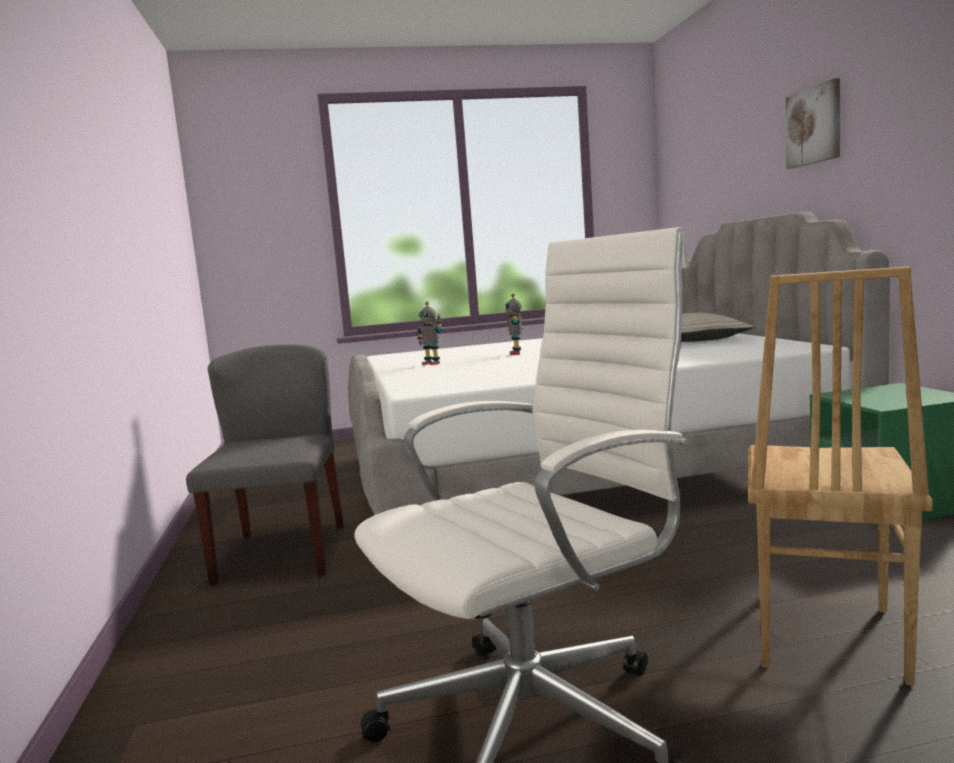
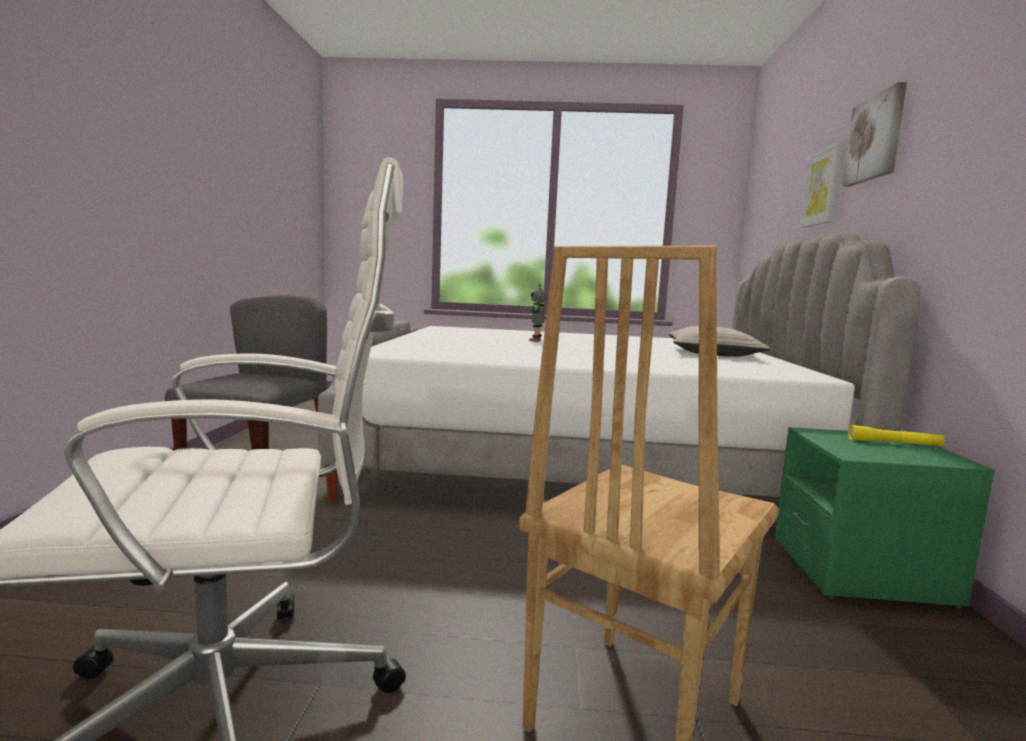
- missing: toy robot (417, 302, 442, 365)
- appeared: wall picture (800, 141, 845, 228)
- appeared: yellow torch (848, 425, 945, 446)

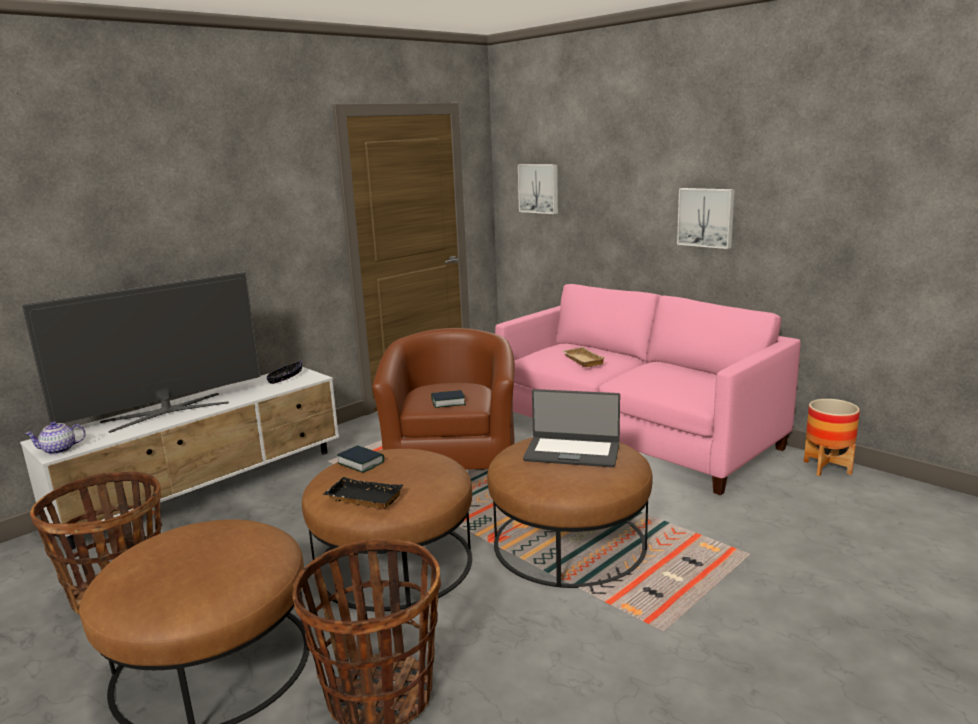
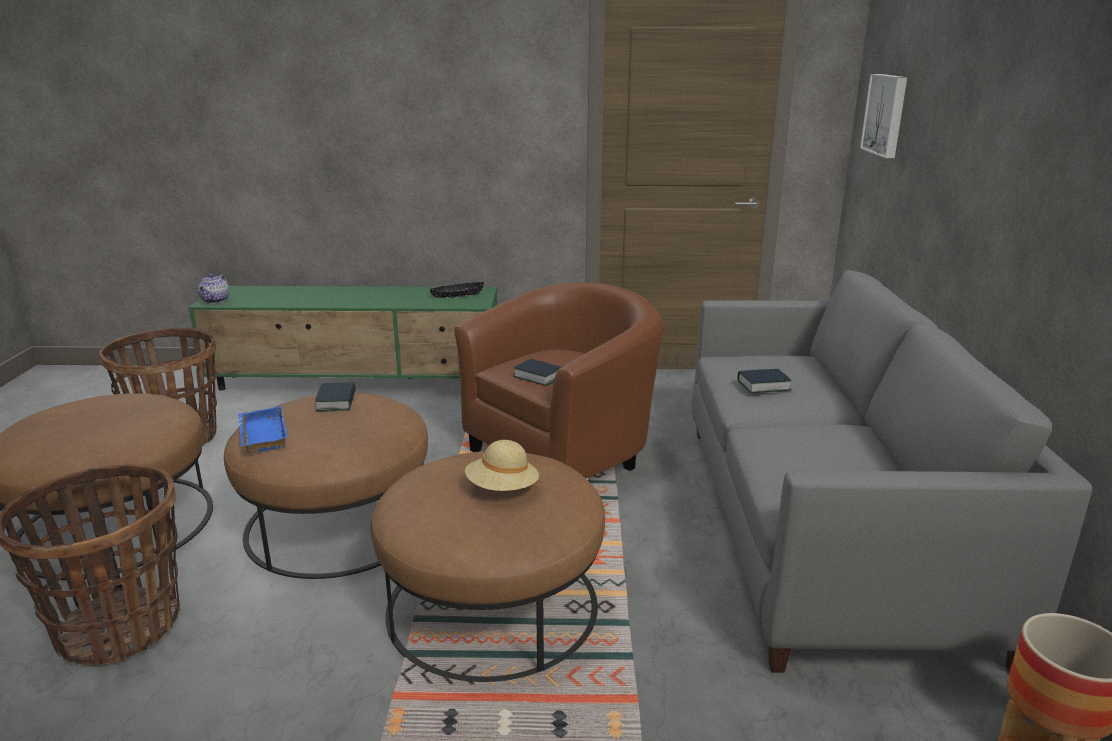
- missing: wall picture (677, 188, 735, 249)
- missing: TV set (22, 272, 260, 433)
- colour: pink-coloured sofa (495, 284, 801, 495) to greyish sofa (692, 270, 1092, 673)
- exchanged: sand-coloured tray (562, 347, 606, 367) to book (737, 369, 792, 393)
- colour: white tv unit (20, 367, 339, 550) to greenish tv unit (188, 286, 497, 391)
- exchanged: laptop (523, 389, 620, 467) to sand-coloured hat (465, 440, 539, 491)
- spun: tea pot (25, 421, 86, 455) = (198, 274, 229, 304) 105 degrees counterclockwise
- colour: blackish tray (323, 477, 403, 509) to blue-coloured tray (238, 406, 288, 453)

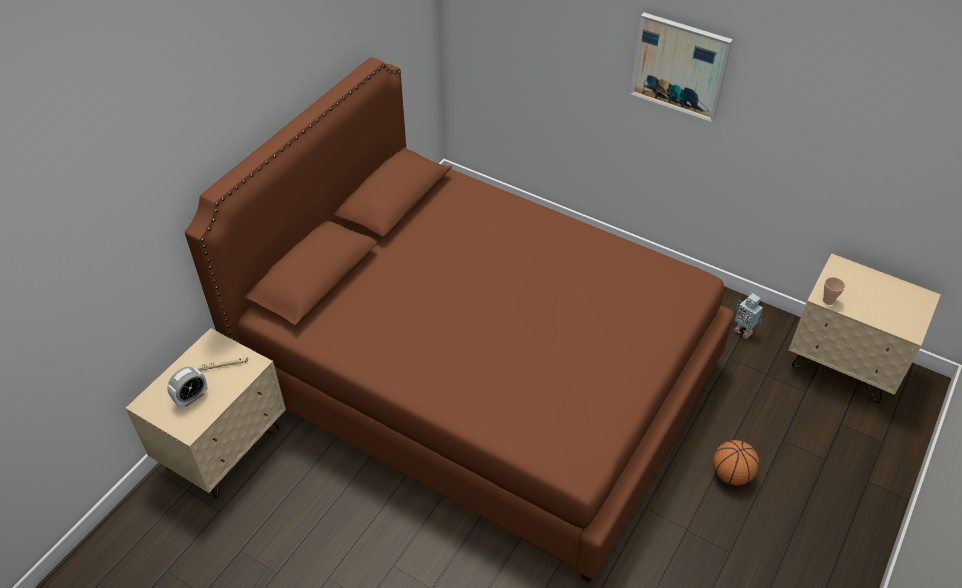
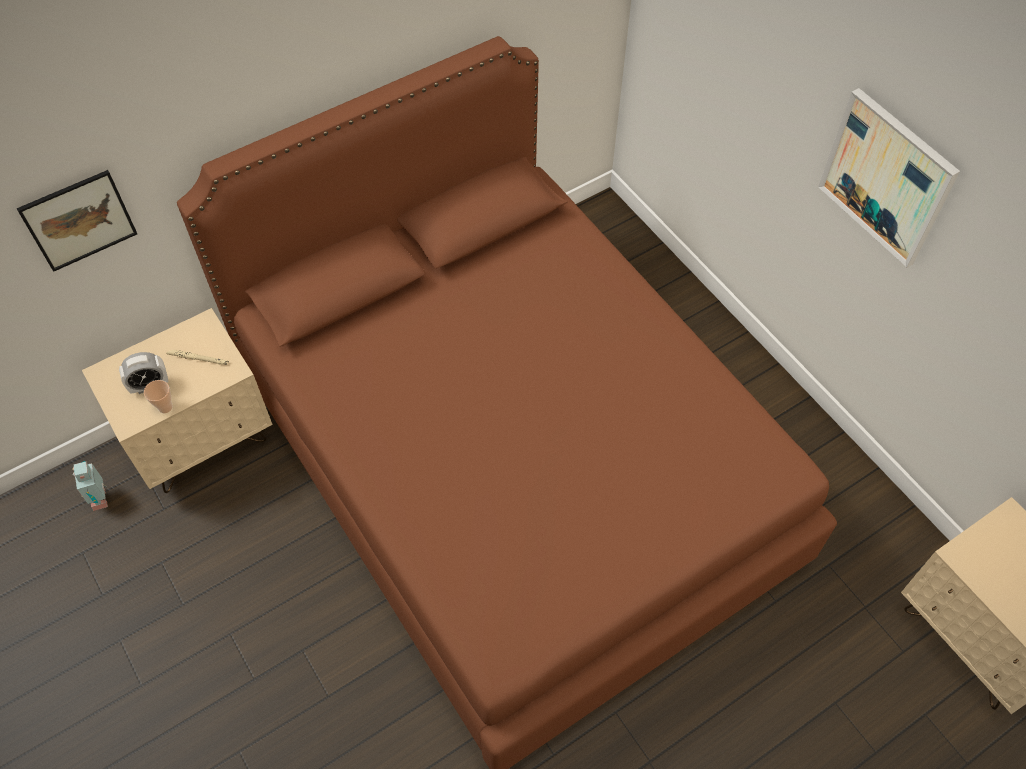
- relocated: cup (823, 277, 845, 305) to (144, 380, 173, 413)
- relocated: toy robot (733, 293, 763, 339) to (72, 461, 108, 511)
- missing: ball for basketball (713, 440, 759, 486)
- appeared: wall picture (17, 170, 137, 272)

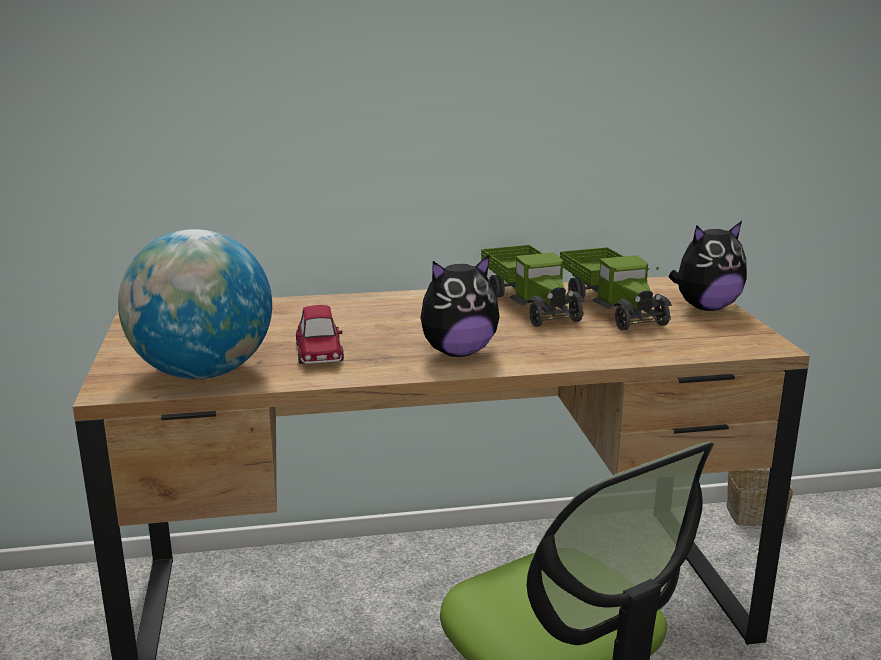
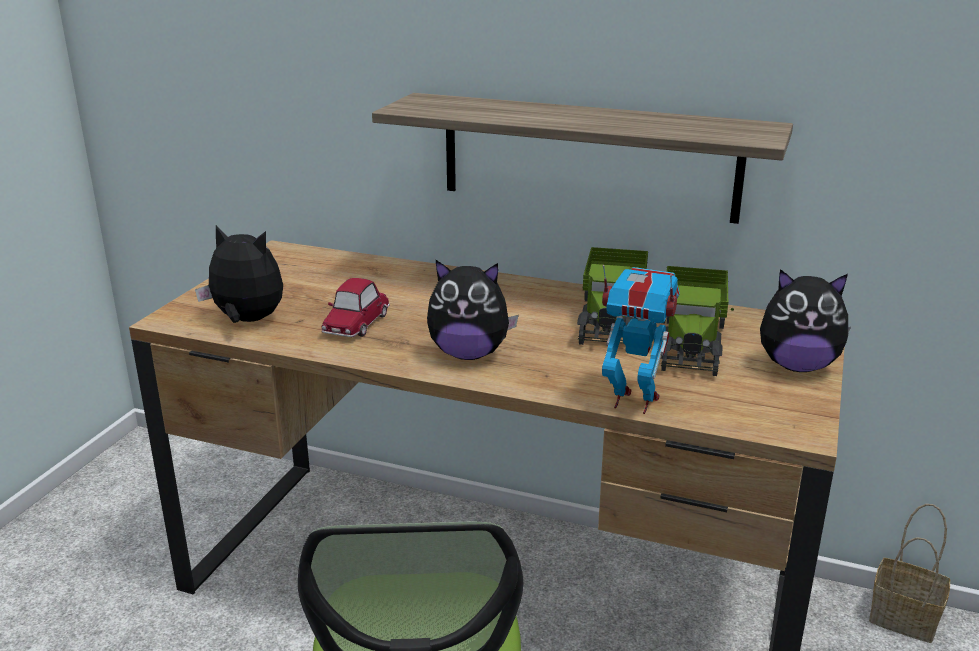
- exchanged: globe (118, 229, 272, 379) to soft toy (195, 225, 283, 323)
- appeared: wall shelf (372, 93, 793, 224)
- appeared: toy robot (602, 265, 680, 414)

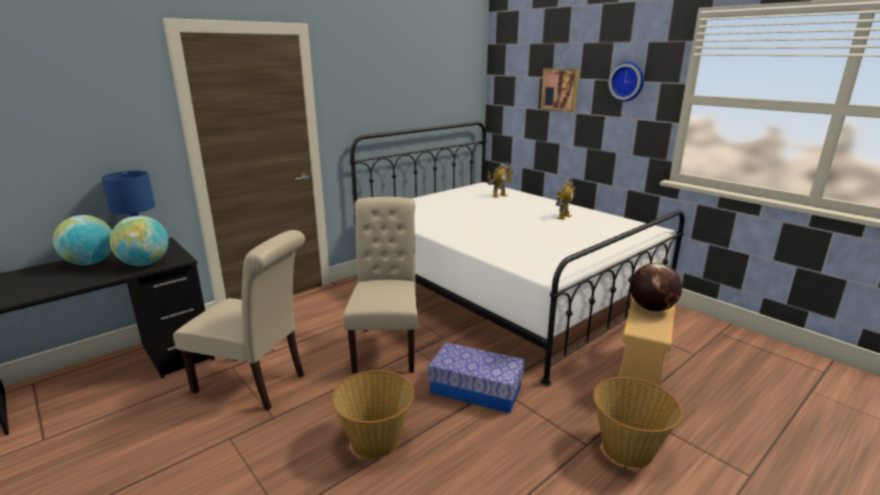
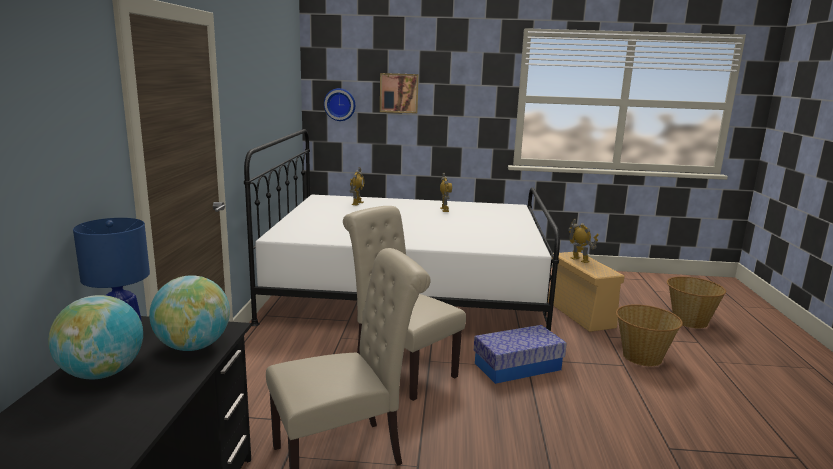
- relocated: hanging clock (609, 62, 644, 102) to (324, 88, 355, 121)
- exchanged: globe (630, 263, 682, 311) to toy robot (568, 218, 599, 263)
- relocated: storage basket (331, 370, 414, 459) to (667, 276, 726, 328)

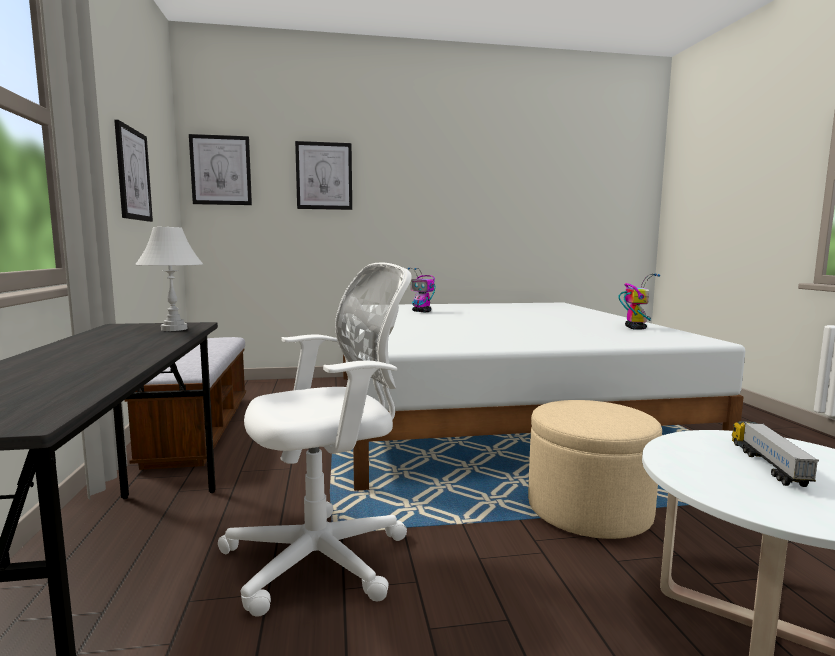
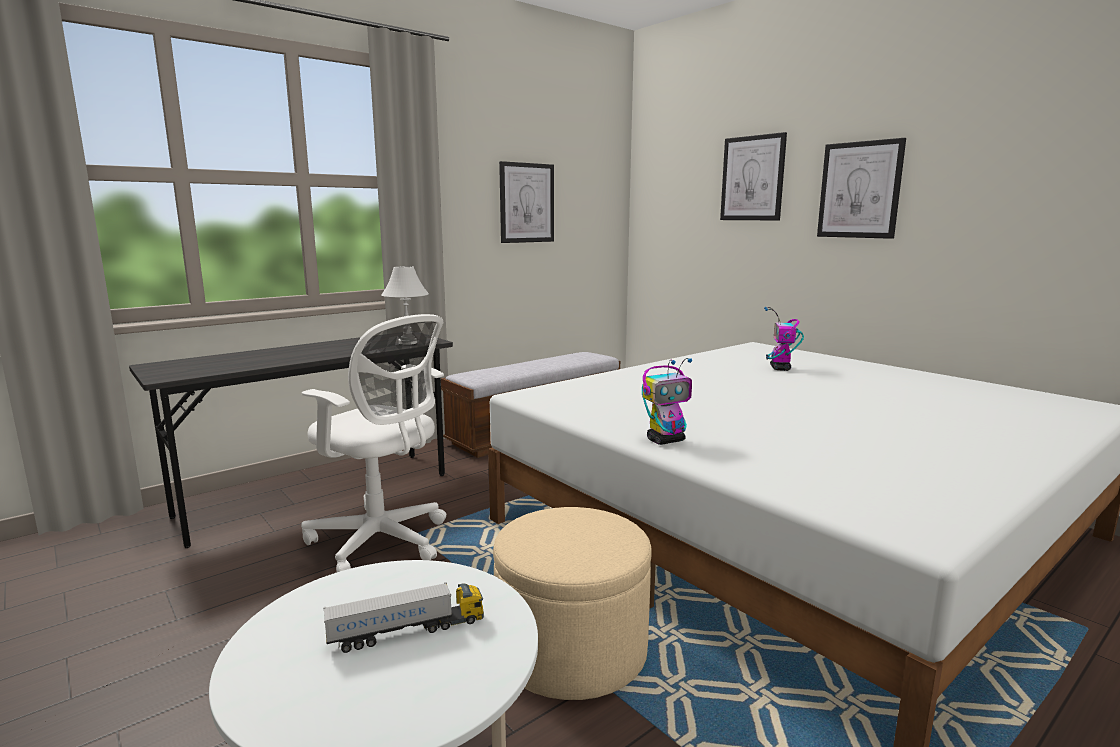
- relocated: wall picture (189, 134, 252, 205) to (817, 138, 906, 239)
- relocated: toy robot (618, 273, 660, 330) to (642, 358, 692, 445)

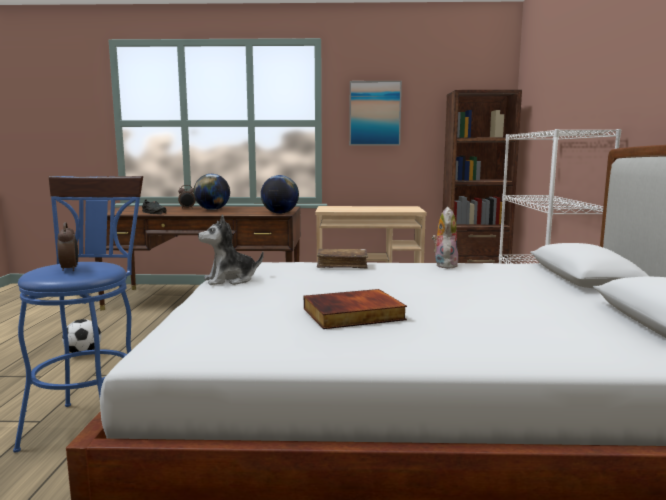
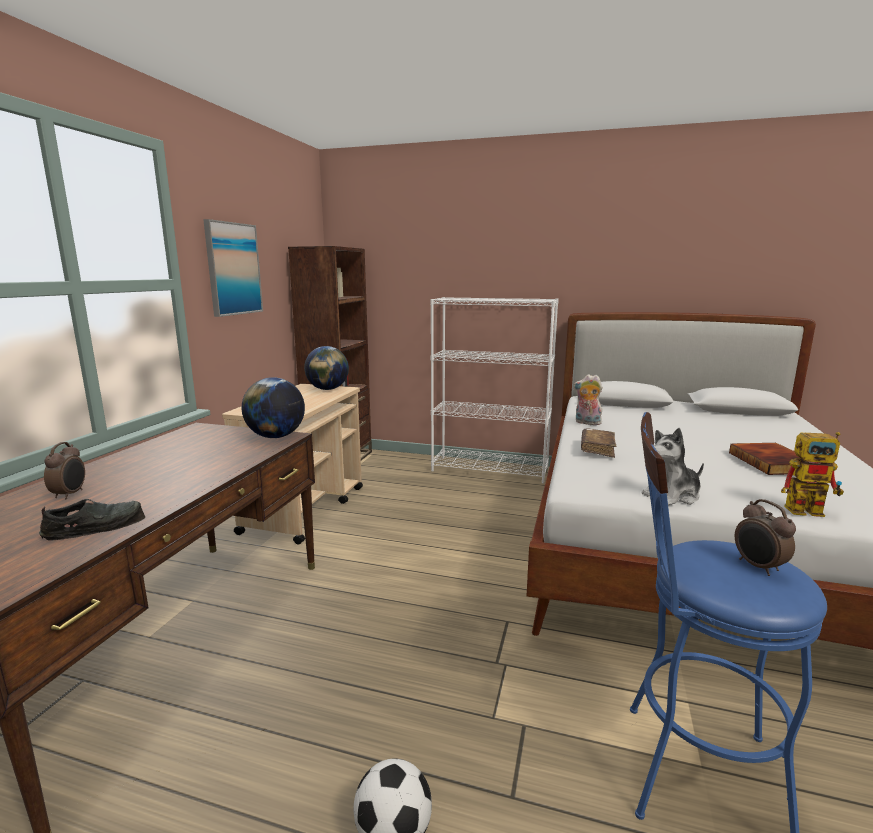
- relocated: globe (193, 174, 230, 210) to (304, 346, 349, 390)
- spun: soft toy (198, 215, 264, 285) = (642, 428, 704, 506) 75 degrees clockwise
- spun: bedside clock (57, 222, 78, 271) = (735, 499, 796, 576) 105 degrees counterclockwise
- appeared: toy robot (781, 432, 844, 517)

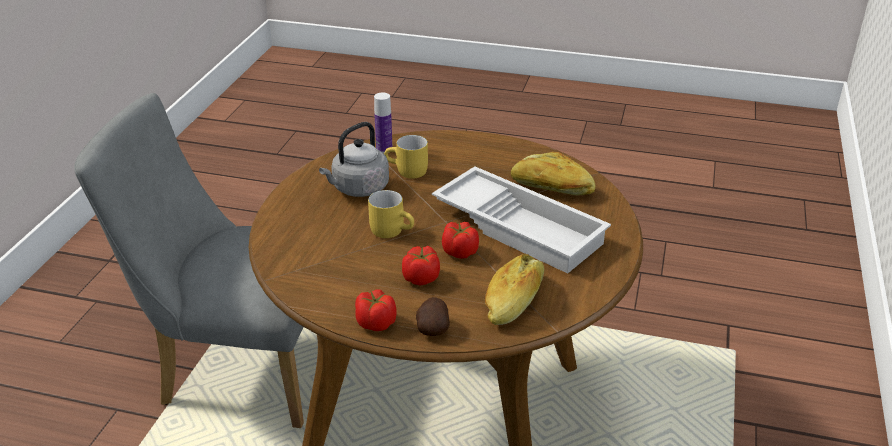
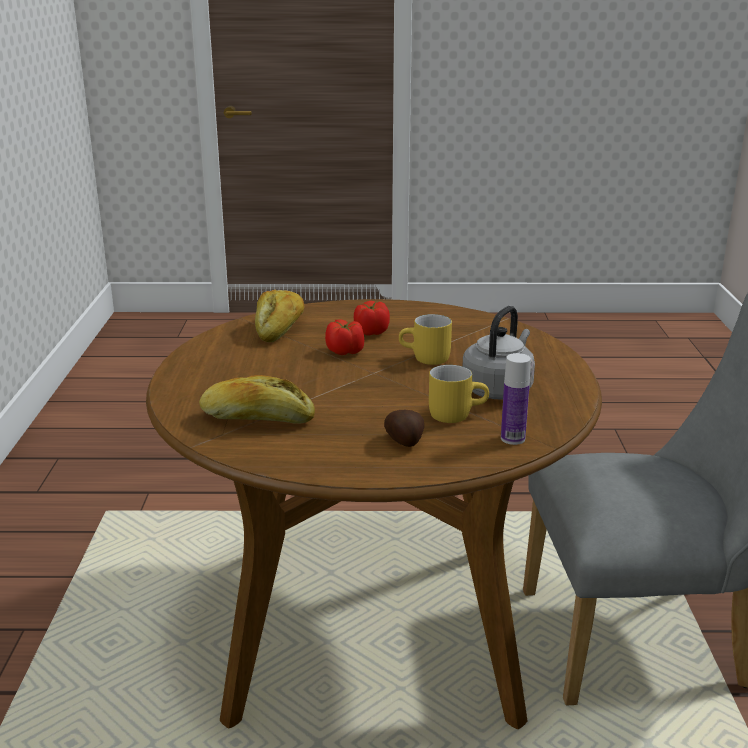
- missing: white tray (432, 166, 611, 274)
- missing: tomato (355, 290, 397, 331)
- relocated: whole potato (416, 297, 450, 336) to (384, 410, 424, 447)

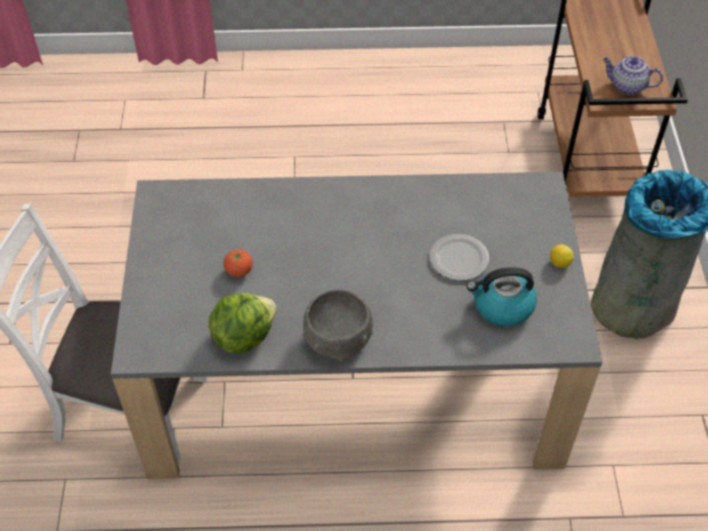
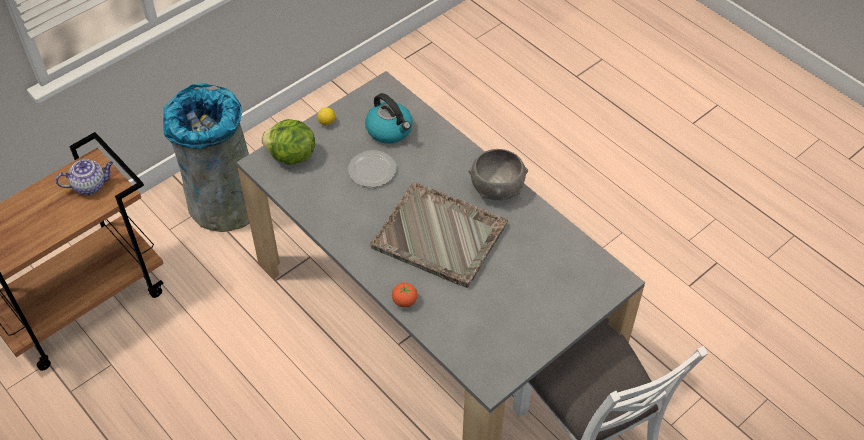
- spun: tea pot (603, 56, 663, 95) = (56, 159, 113, 195) 90 degrees counterclockwise
- relocated: tomato (224, 249, 253, 277) to (392, 283, 417, 308)
- relocated: lettuce (209, 293, 277, 354) to (261, 119, 315, 165)
- appeared: greyish tray (370, 182, 508, 288)

